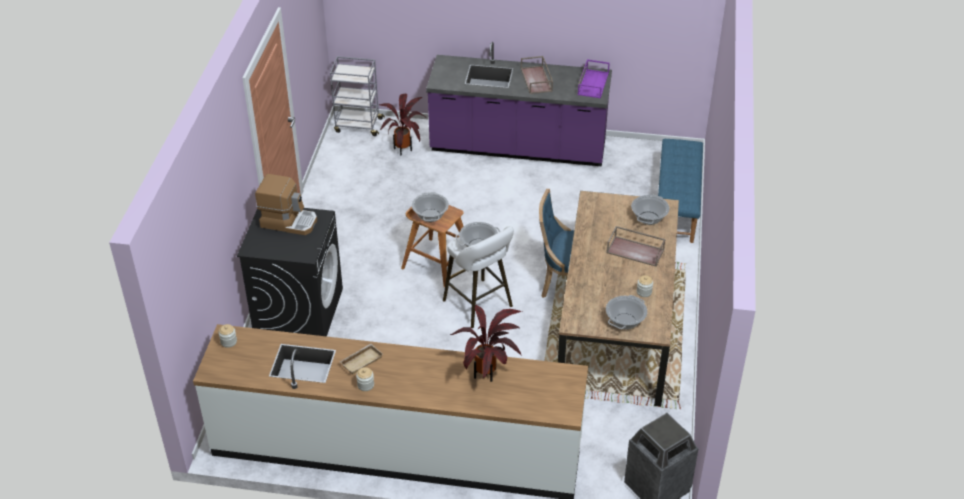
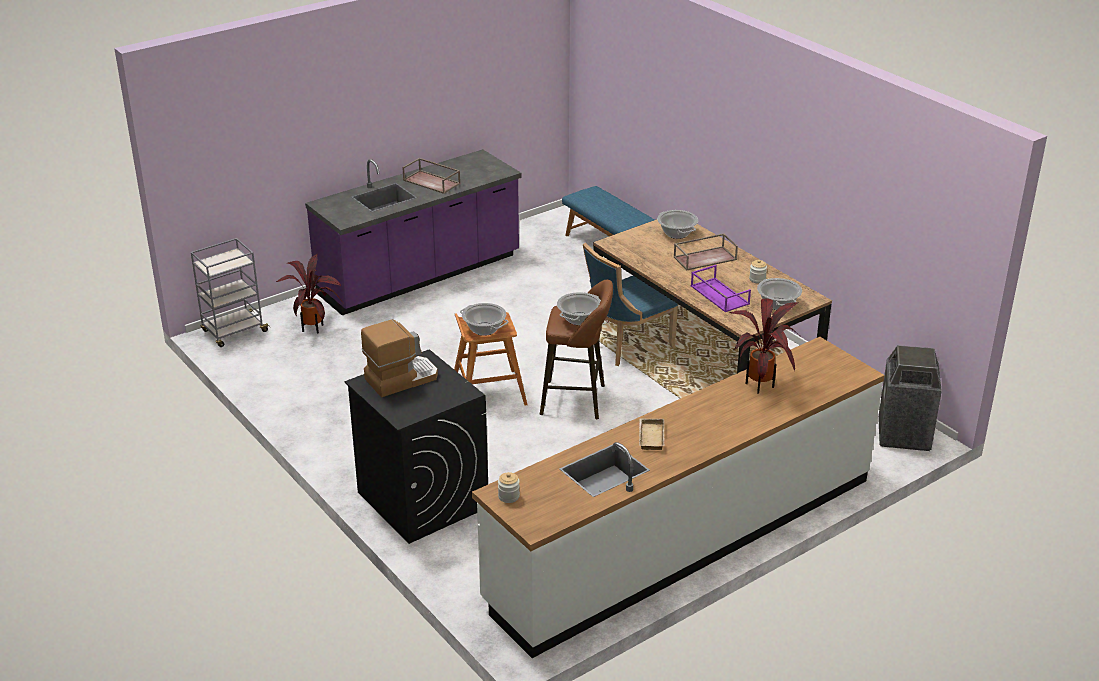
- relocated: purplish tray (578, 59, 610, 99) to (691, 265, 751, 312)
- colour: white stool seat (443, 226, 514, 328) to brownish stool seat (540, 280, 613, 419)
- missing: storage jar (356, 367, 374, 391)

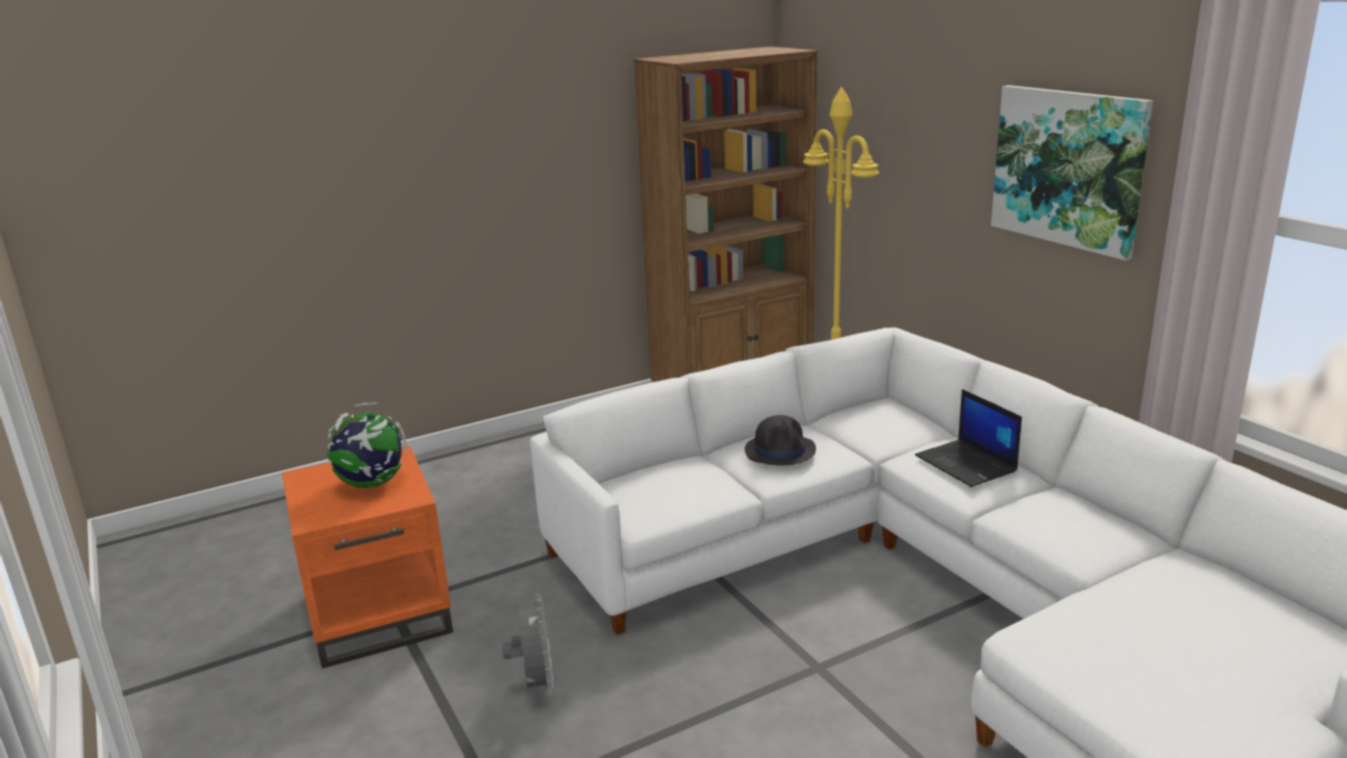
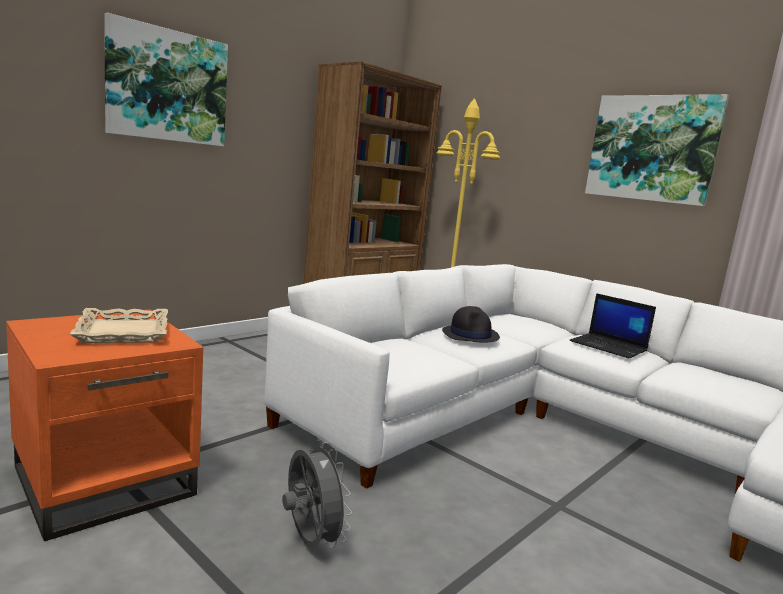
- exchanged: globe (327, 402, 407, 488) to sand-coloured tray (70, 308, 168, 343)
- appeared: wall picture (104, 13, 228, 146)

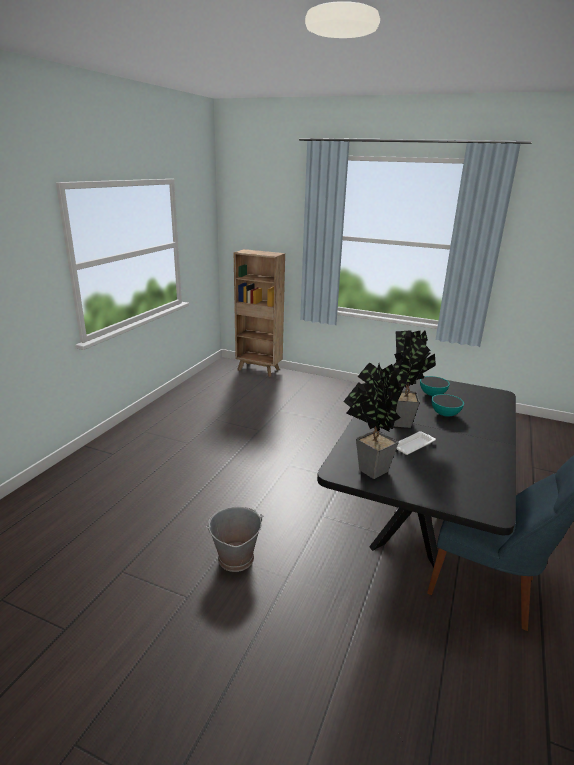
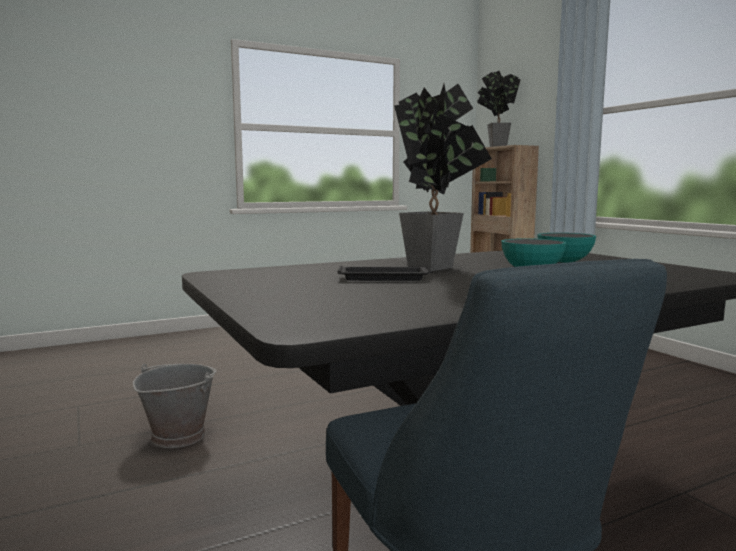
- relocated: plant in a pot (343, 362, 409, 479) to (477, 71, 521, 147)
- colour: white tray (396, 431, 436, 455) to blackish tray (338, 266, 432, 281)

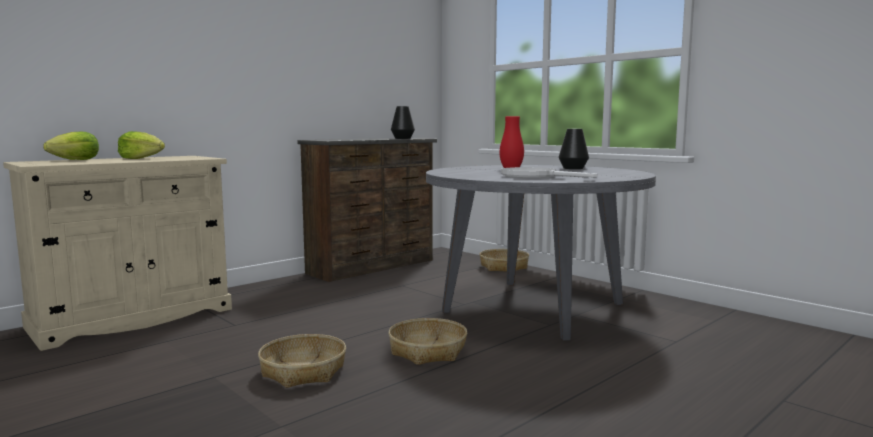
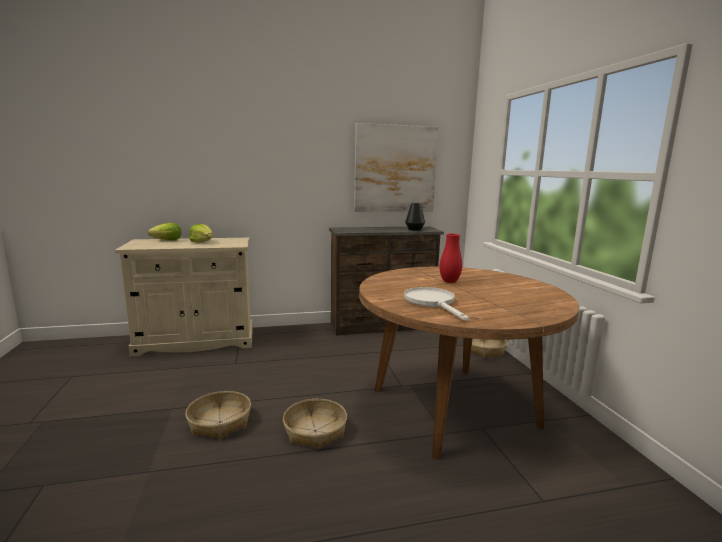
- missing: blackish vase (559, 129, 589, 169)
- colour: greyish kitchen table (426, 165, 656, 341) to brownish kitchen table (359, 267, 579, 460)
- appeared: wall picture (354, 123, 438, 212)

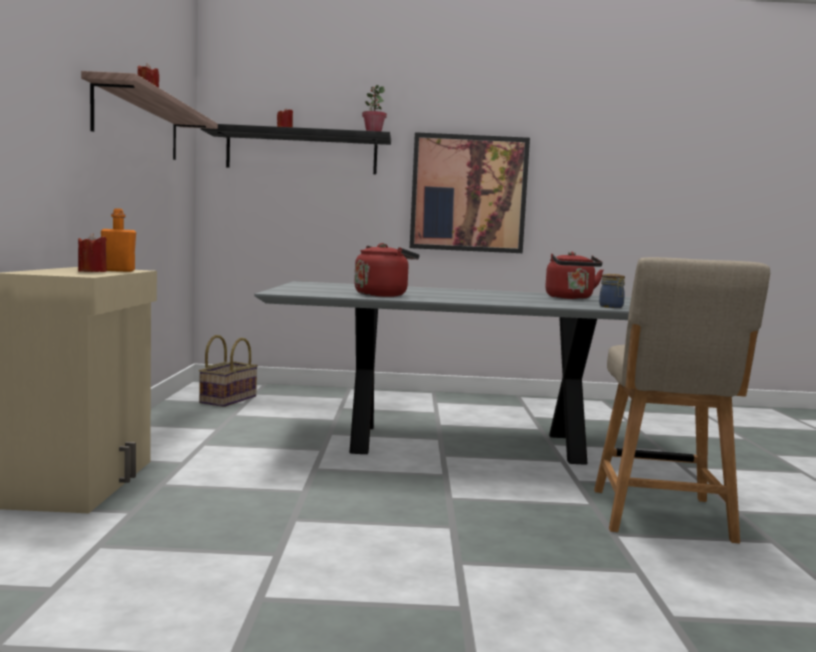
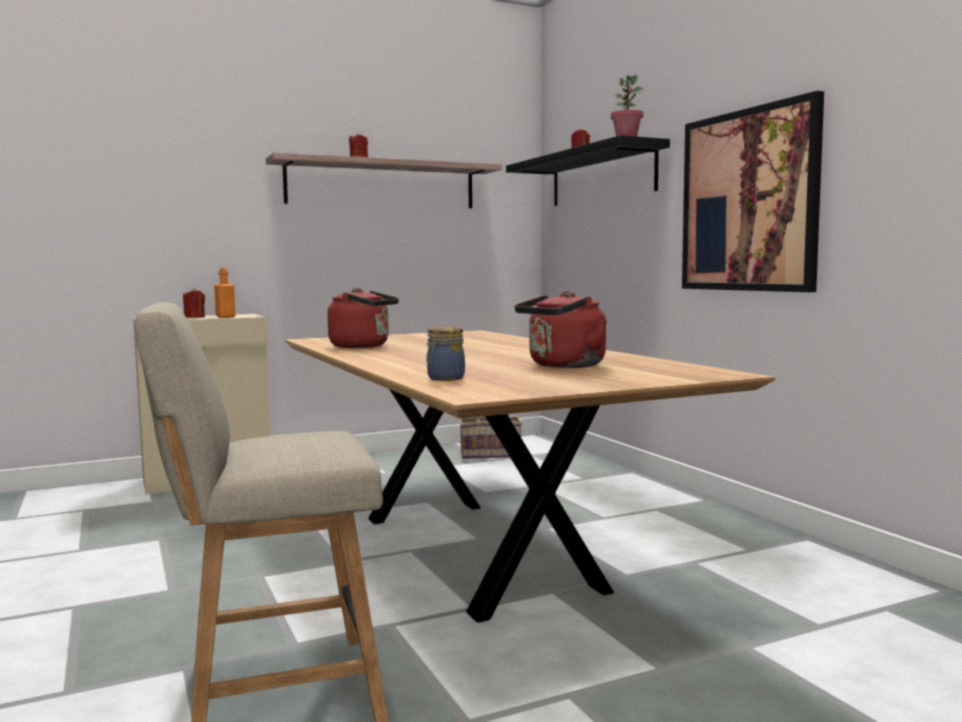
- colour: greyish kitchen table (254, 281, 631, 464) to brownish kitchen table (285, 330, 776, 623)

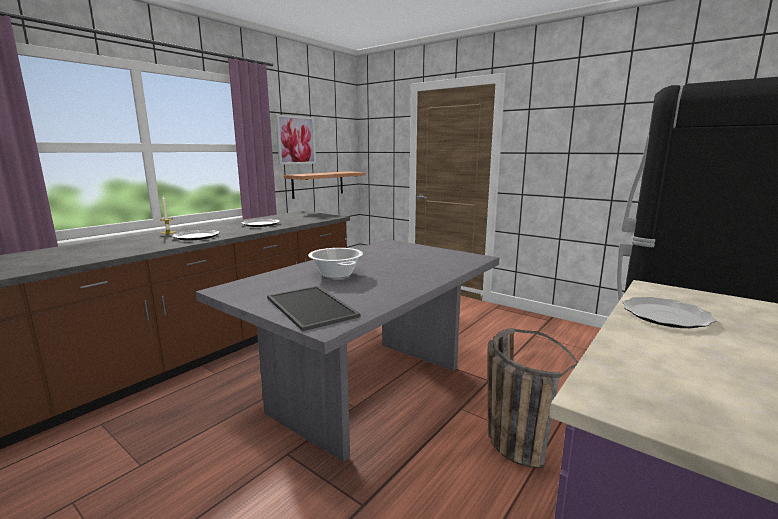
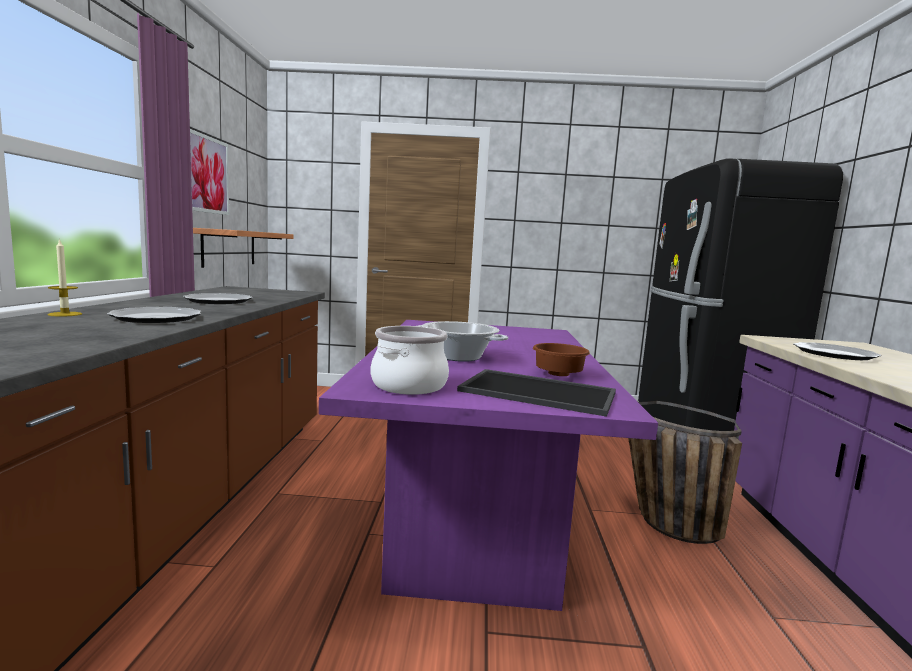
- colour: greyish kitchen table (196, 239, 499, 462) to purplish kitchen table (319, 320, 658, 611)
- appeared: saucepot (371, 326, 449, 395)
- appeared: brownish bowl (533, 343, 590, 376)

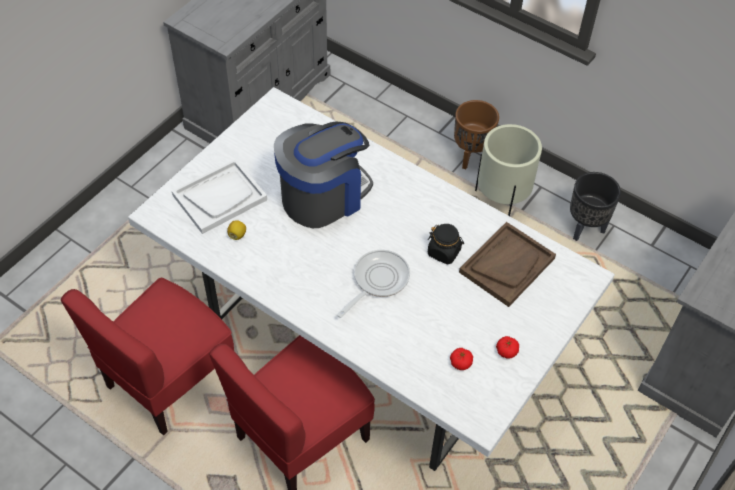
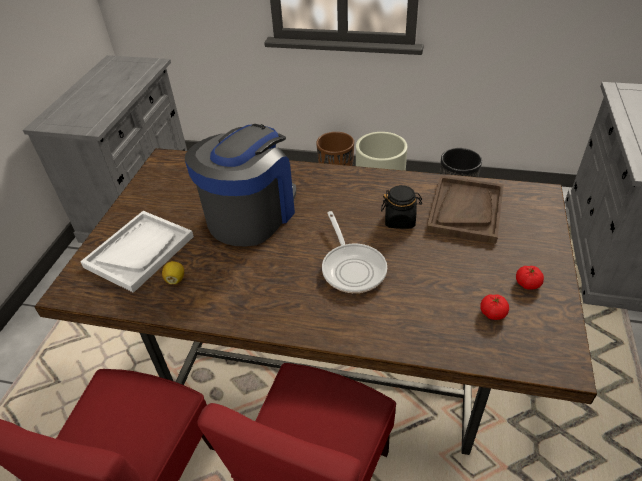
- colour: white kitchen table (128, 87, 615, 471) to brownish kitchen table (35, 148, 597, 455)
- spun: skillet (337, 250, 410, 318) = (322, 211, 387, 293) 150 degrees clockwise

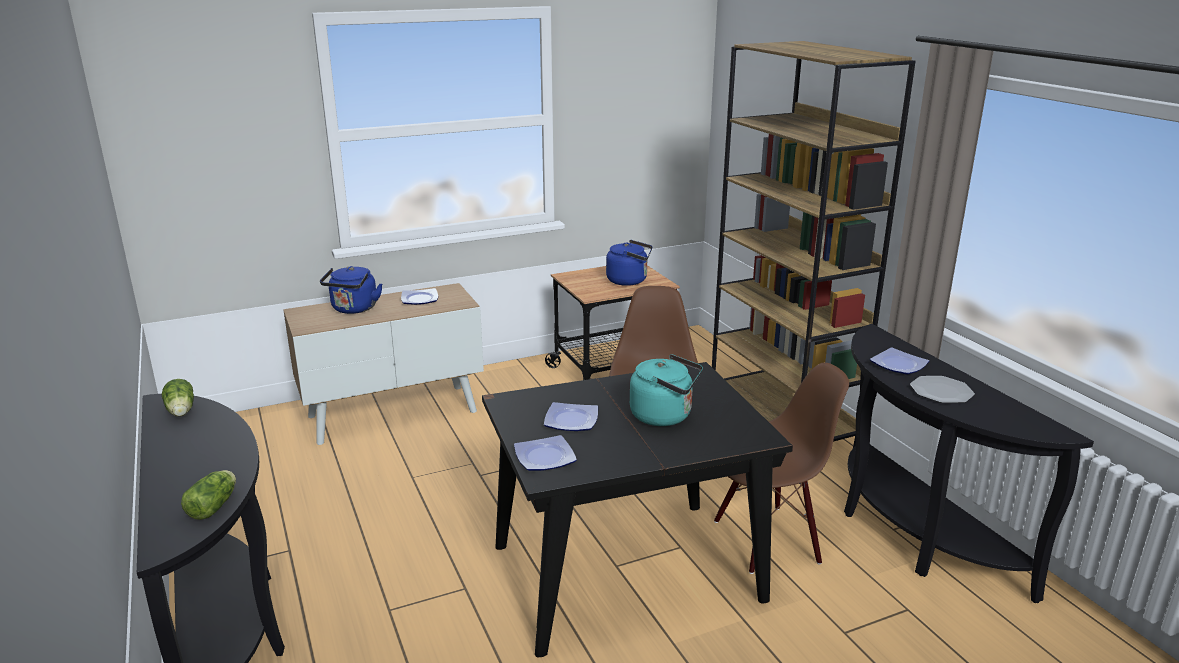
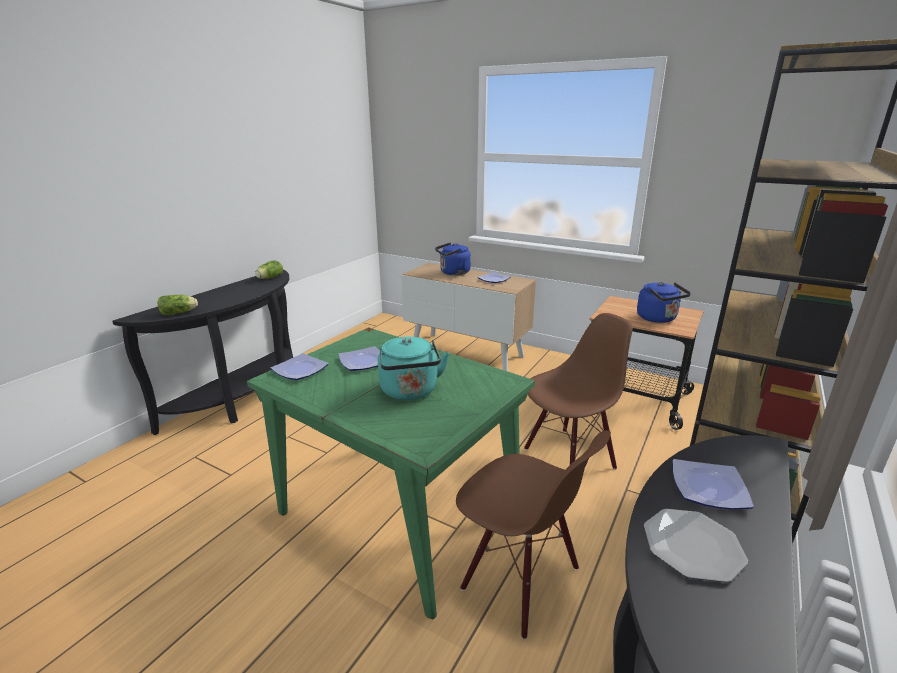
- colour: blackish kitchen table (482, 362, 793, 657) to greenish kitchen table (247, 327, 535, 619)

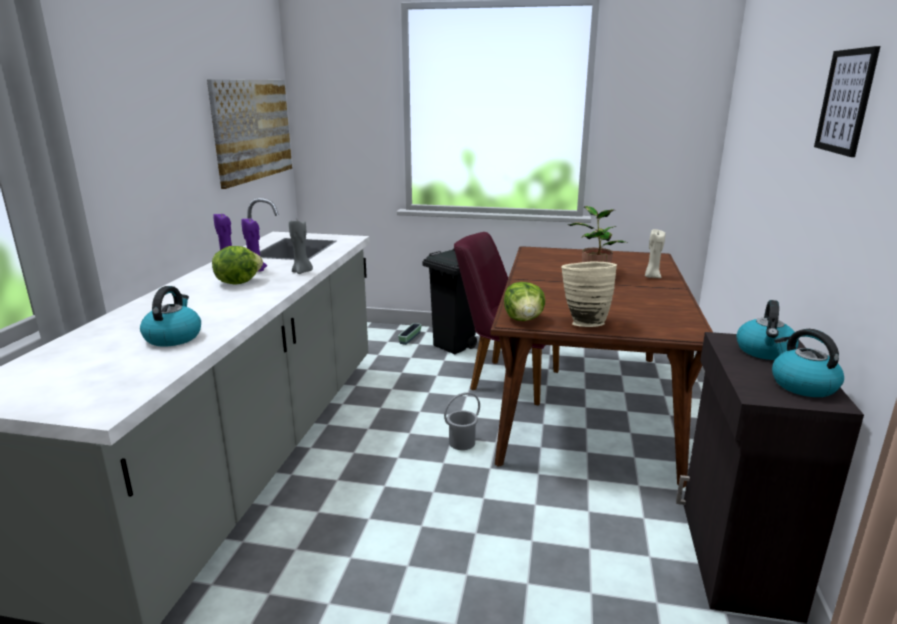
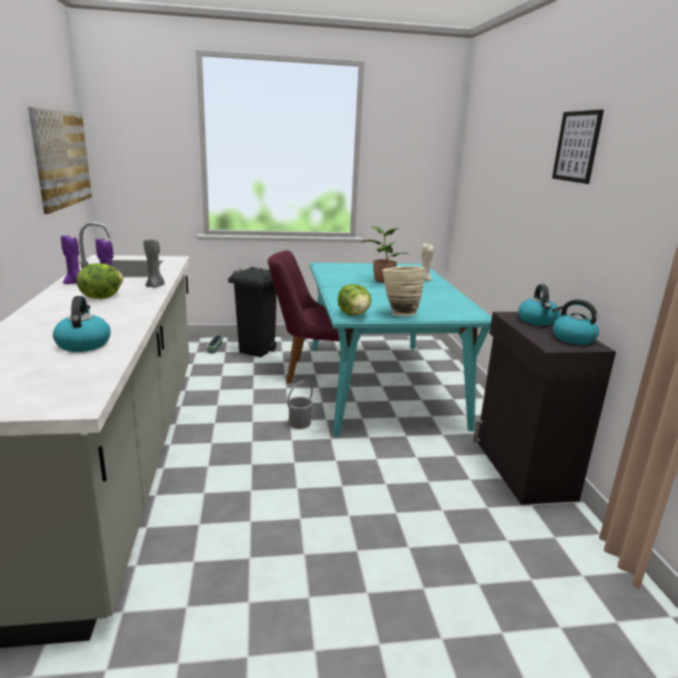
- colour: brownish kitchen table (490, 246, 713, 488) to turquoise-coloured kitchen table (310, 263, 492, 437)

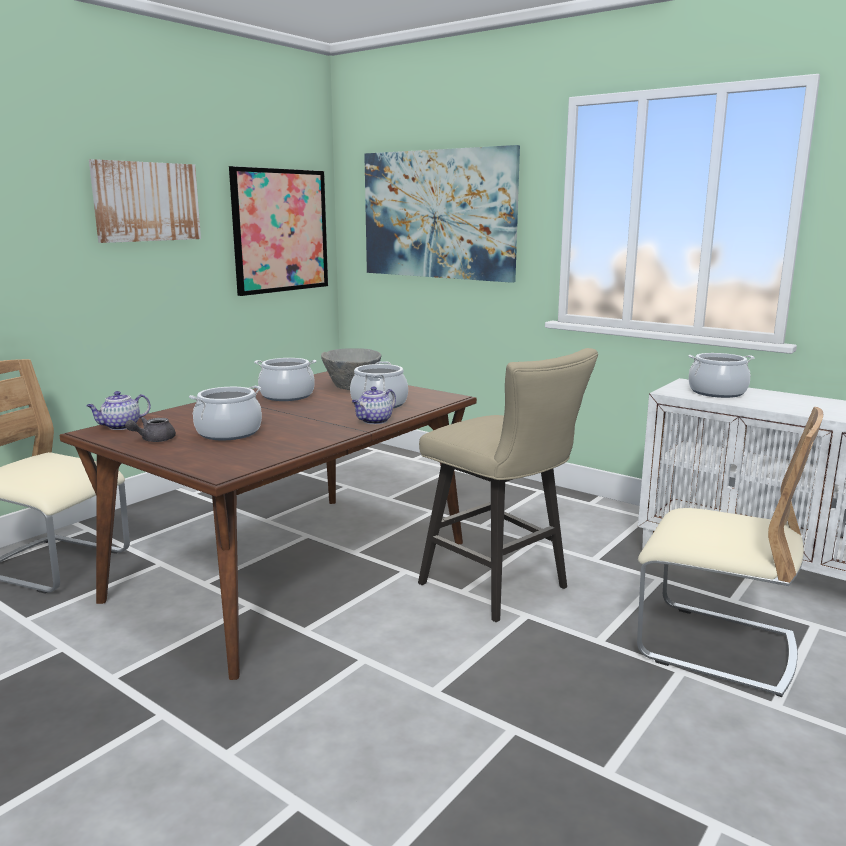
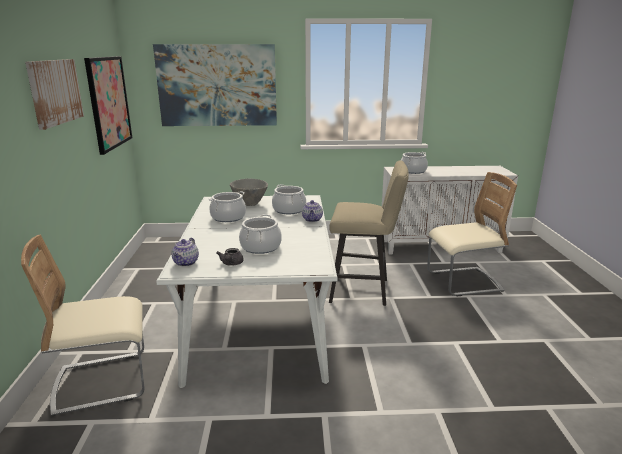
- colour: brownish kitchen table (60, 371, 477, 680) to white kitchen table (156, 195, 337, 388)

